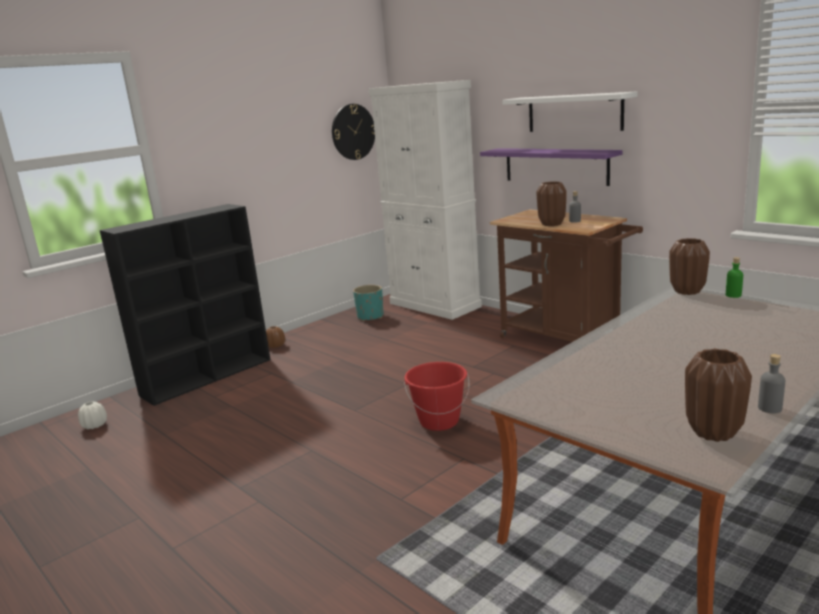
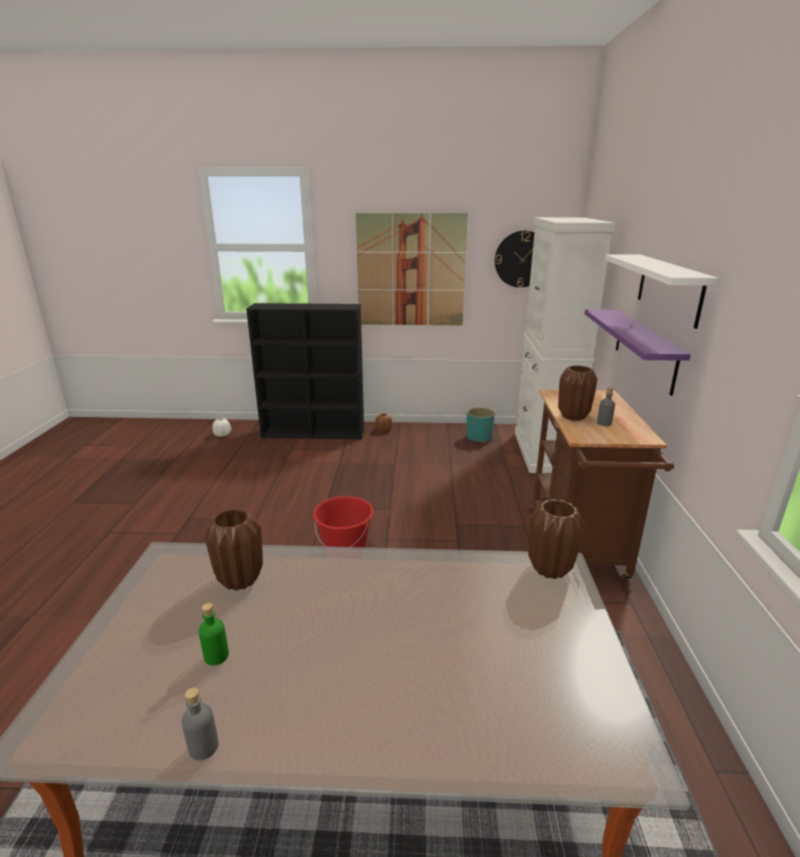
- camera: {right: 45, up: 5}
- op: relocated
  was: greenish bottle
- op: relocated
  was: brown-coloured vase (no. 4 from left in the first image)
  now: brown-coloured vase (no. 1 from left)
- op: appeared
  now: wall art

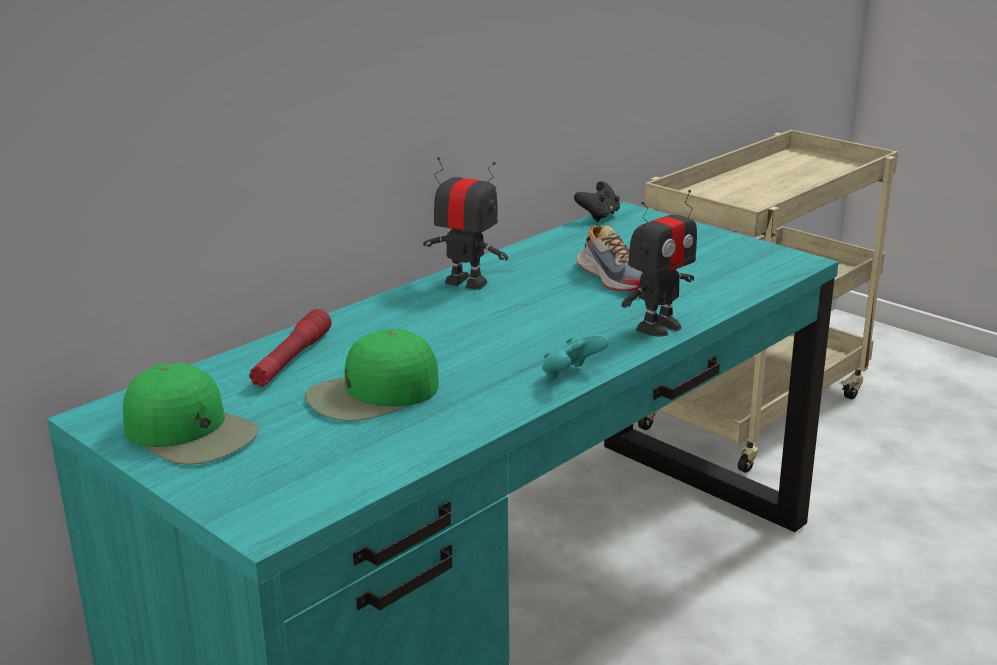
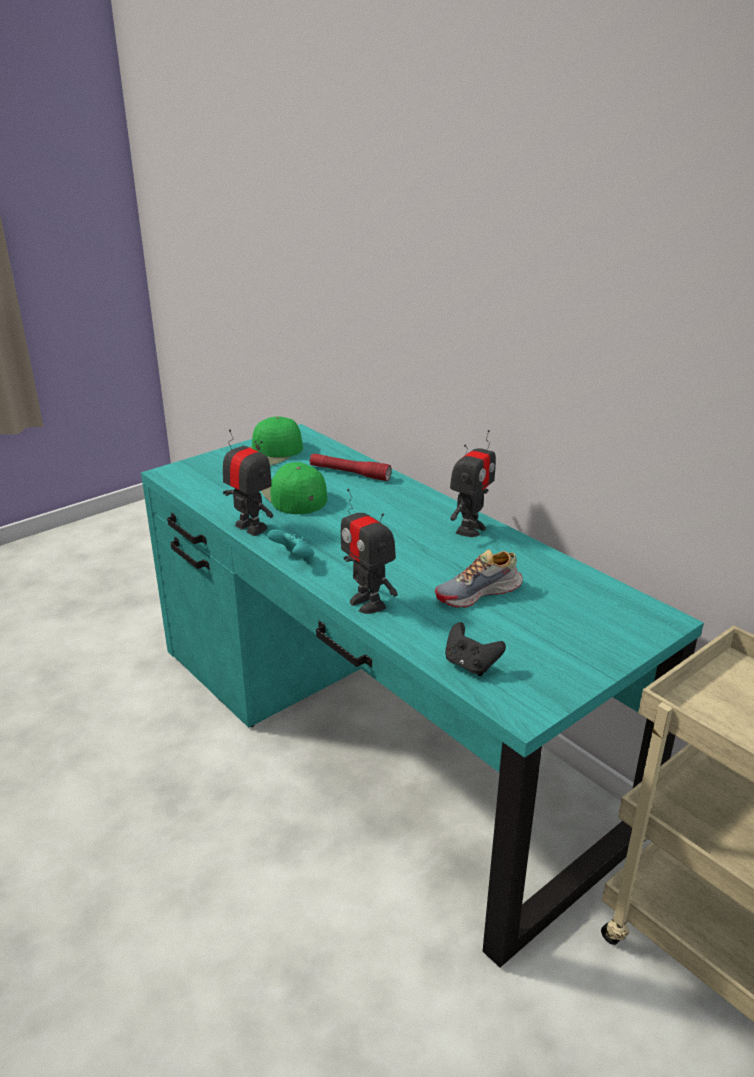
- camera: {right: 95, up: 5}
- op: relocated
  was: black-coloured game controller
- op: appeared
  now: toy robot (no. 1 from left)

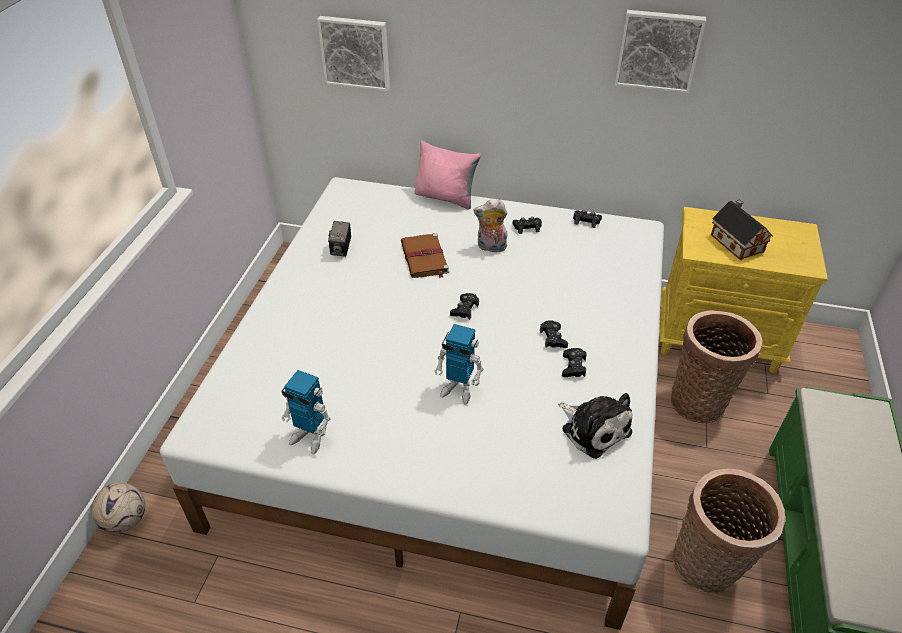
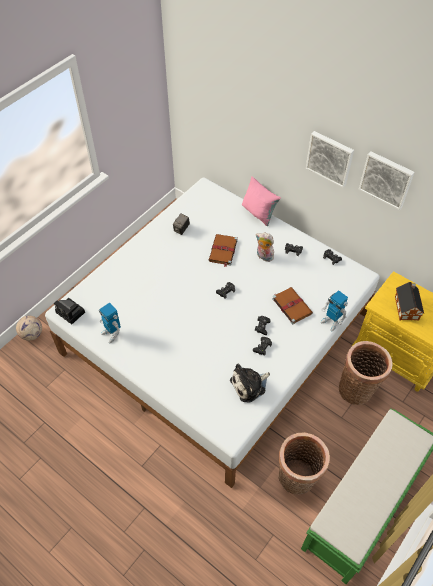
- camera: {right: 25, up: 10}
- op: relocated
  was: wall art (no. 1 from left)
- op: relocated
  was: toy robot (no. 2 from left)
- op: spun
  was: plush toy (no. 2 from left in the first image)
  clockwise: 75
- op: appeared
  now: brown-coloured book (no. 2 from left)
- op: appeared
  now: still camera (no. 1 from left)

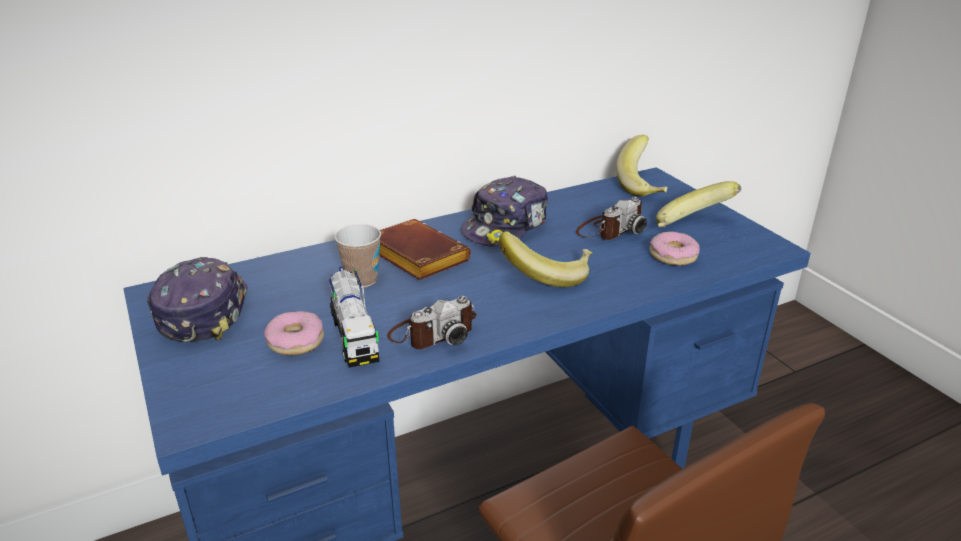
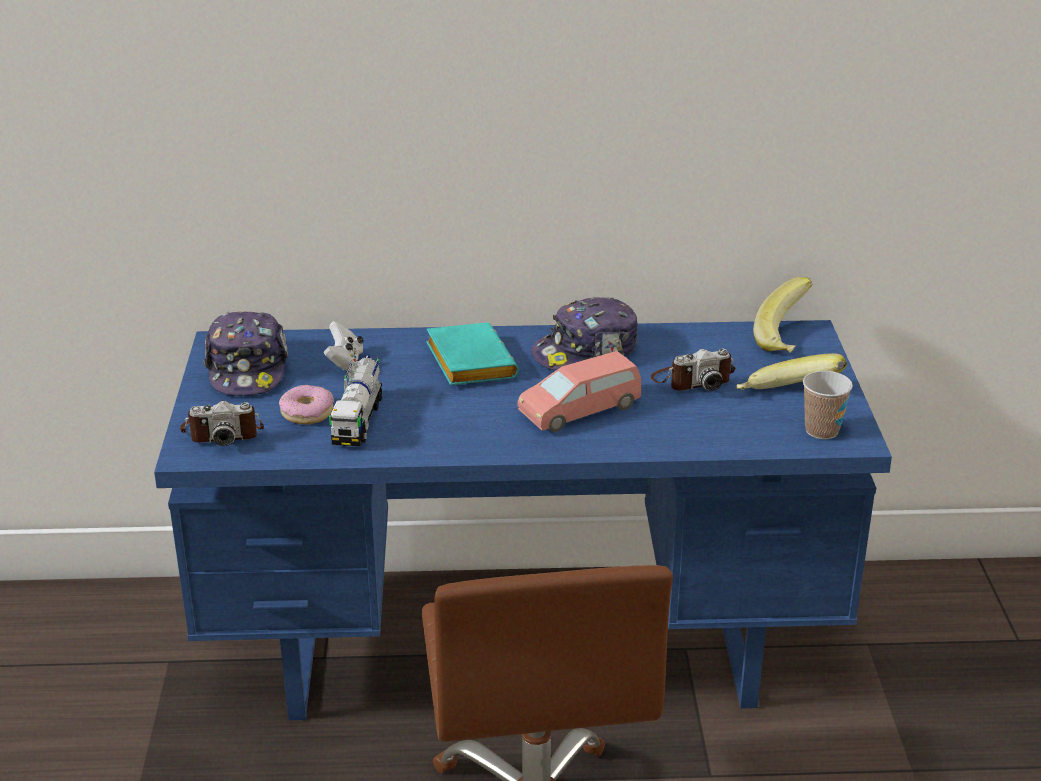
- camera: {right: 25, up: 0}
- op: colour
  was: brown-coloured book
  now: blue-green book
- op: relocated
  was: small cup
- op: exchanged
  was: banana (no. 1 from left)
  now: pink miniature car
- op: missing
  was: ring doughnut (no. 2 from left)
- op: spun
  was: cap (no. 1 from left)
  clockwise: 150
- op: relocated
  was: still camera (no. 1 from left)
- op: appeared
  now: whitish game controller

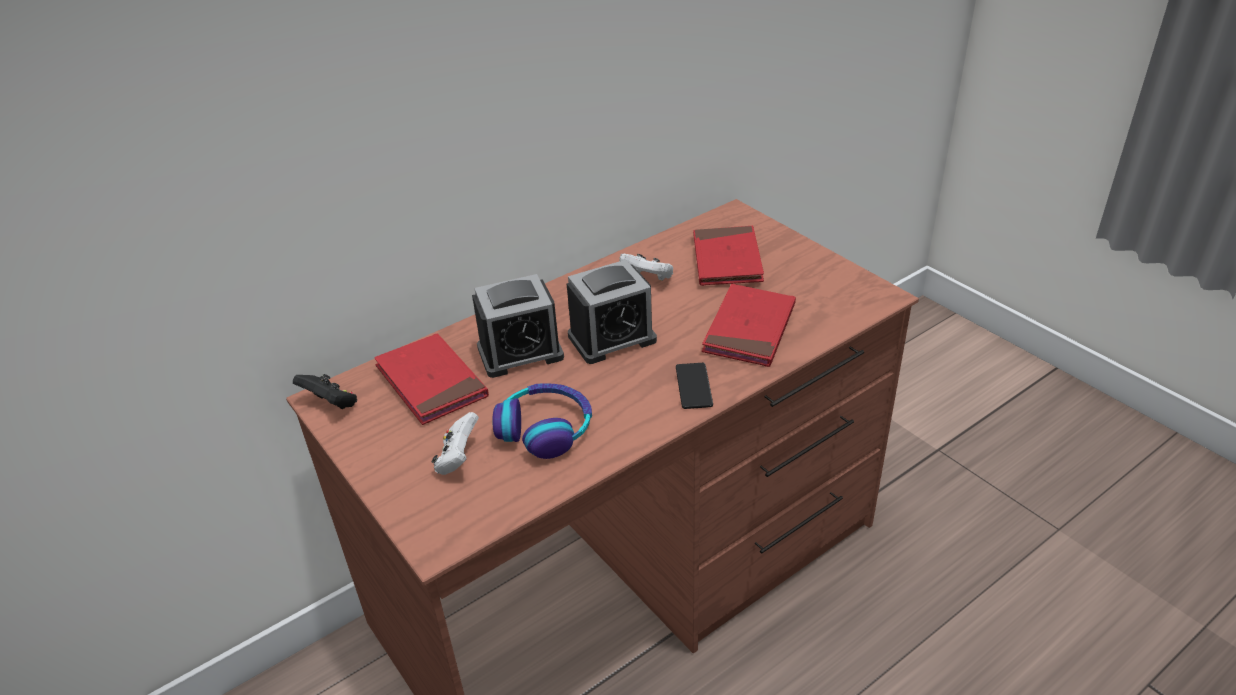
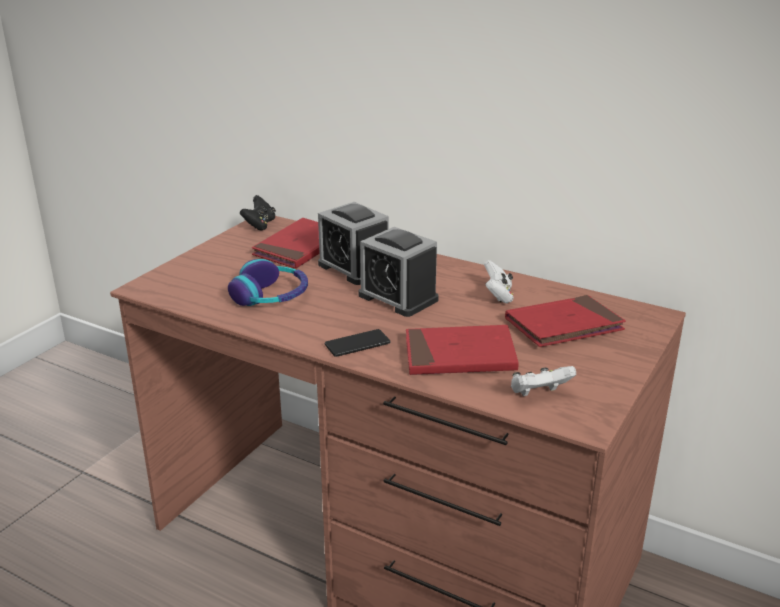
- camera: {right: 65, up: -10}
- op: relocated
  was: whitish game controller (no. 1 from left in the first image)
  now: whitish game controller (no. 2 from left)

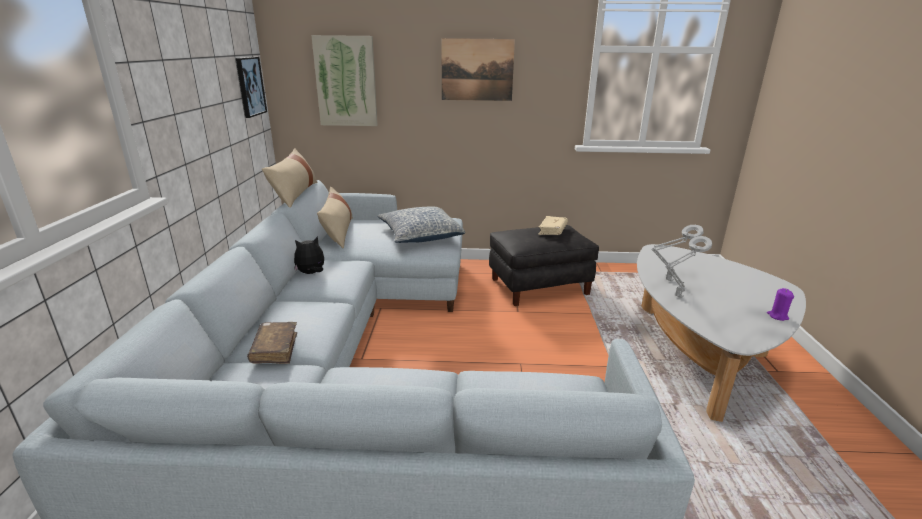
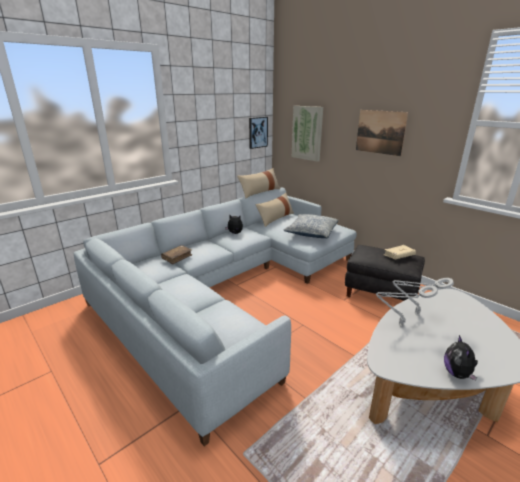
- camera: {right: 45, up: 0}
- op: exchanged
  was: purple wax light
  now: plush toy (no. 2 from left)

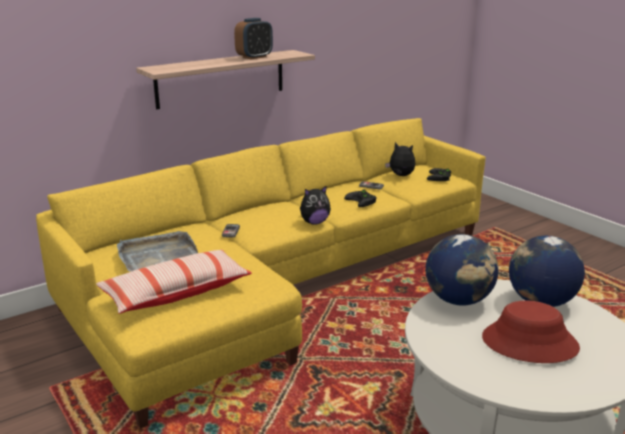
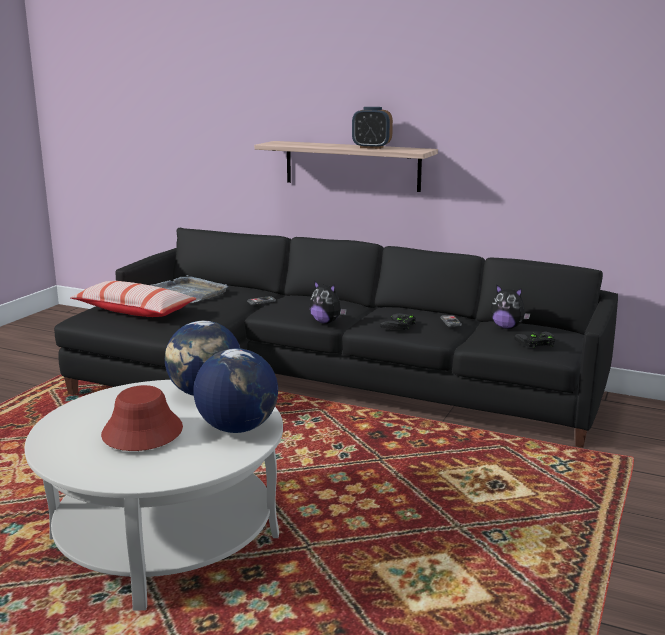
- camera: {right: 60, up: -5}
- op: colour
  was: yellowish couch
  now: black-coloured couch
- op: spun
  was: plush toy (no. 2 from left)
  clockwise: 120

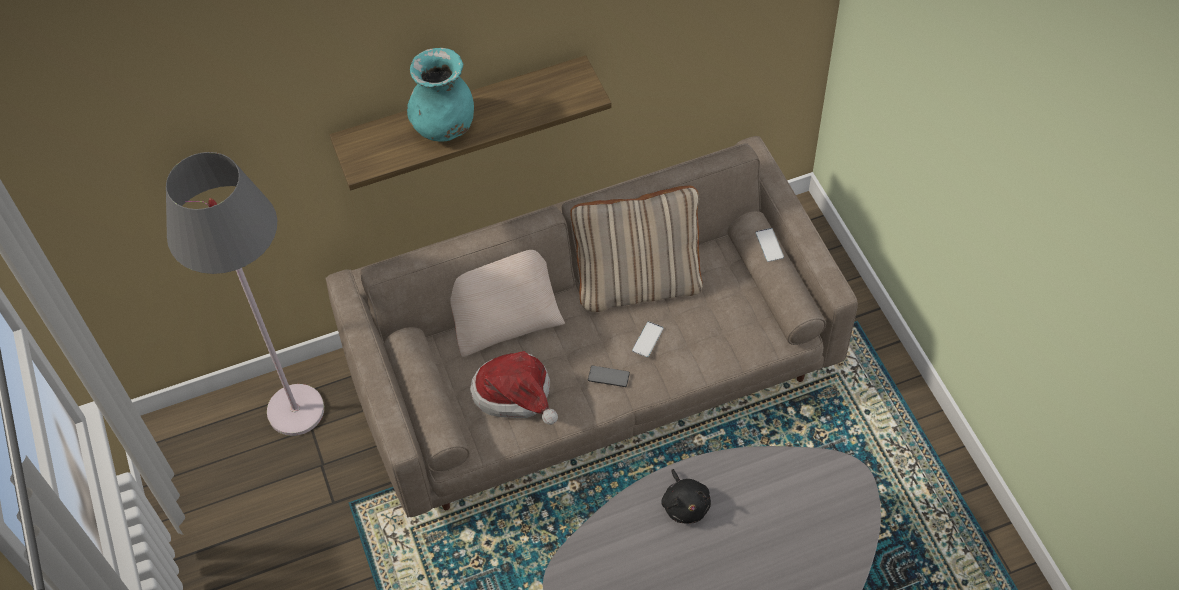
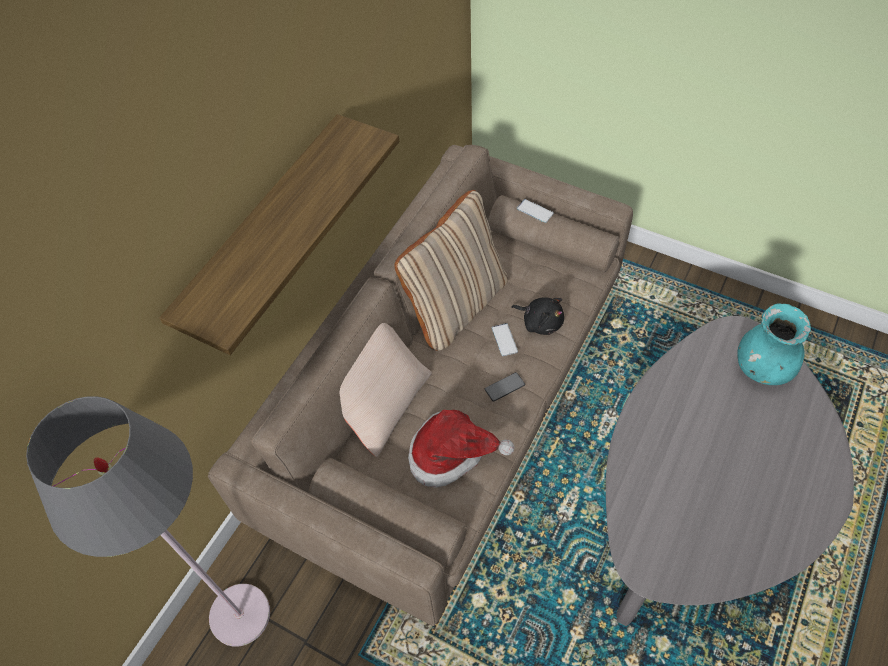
- camera: {right: -40, up: 0}
- op: relocated
  was: blue-green vase
- op: relocated
  was: black-coloured plush toy

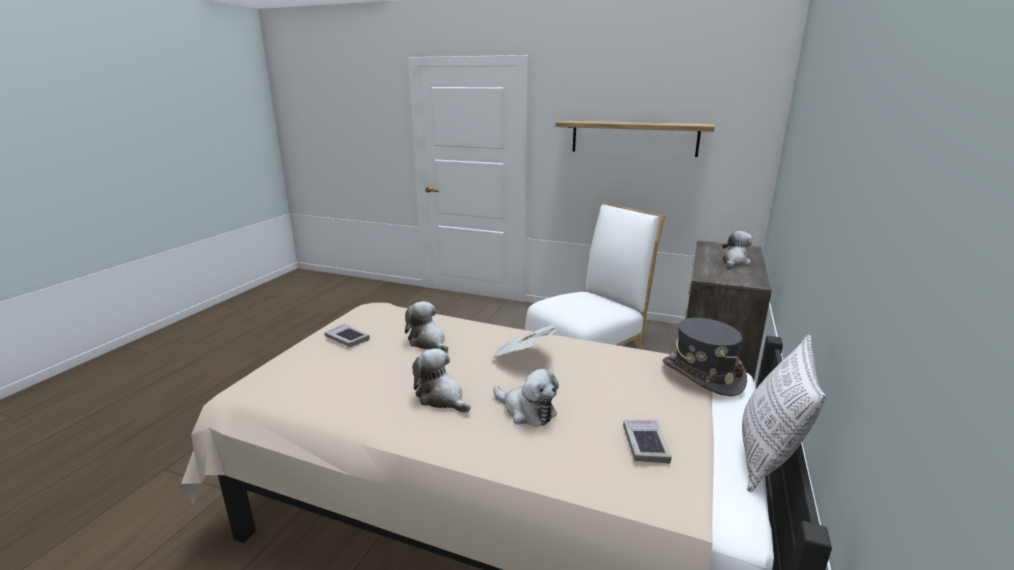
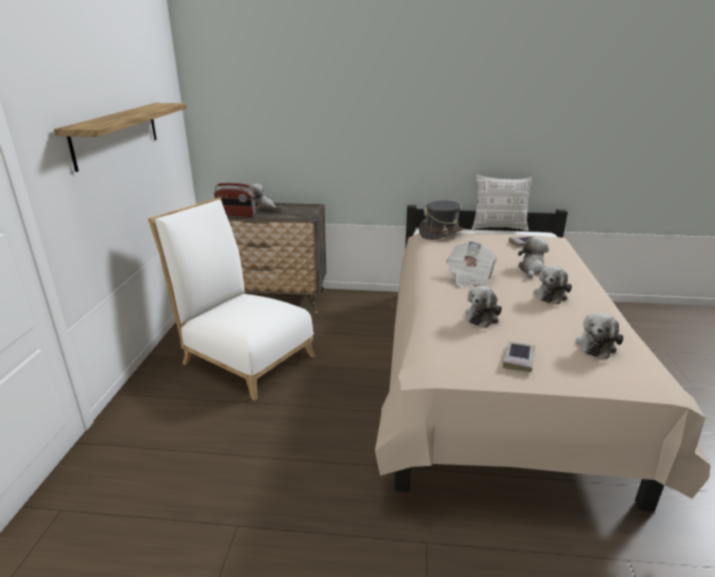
- camera: {right: -105, up: 5}
- op: appeared
  now: radio receiver
- op: appeared
  now: plush toy (no. 5 from left)

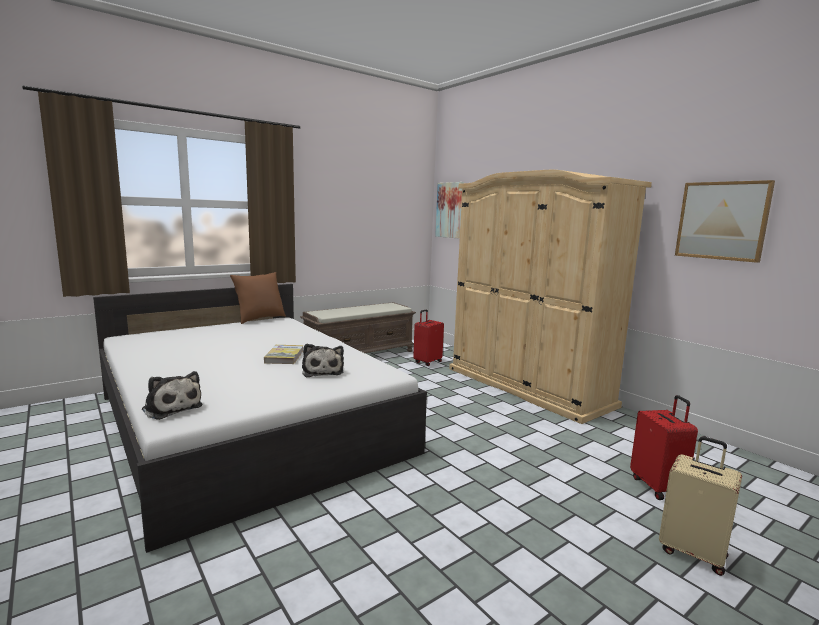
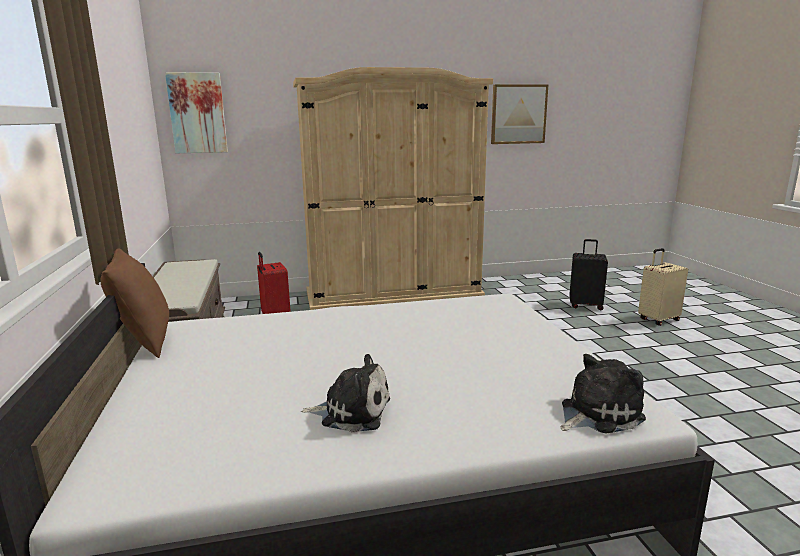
- camera: {right: -65, up: 5}
- op: relocated
  was: plush toy (no. 2 from left in the first image)
  now: plush toy (no. 1 from left)
- op: missing
  was: book
- op: colour
  was: red travel case (no. 2 from left)
  now: black-coloured travel case

